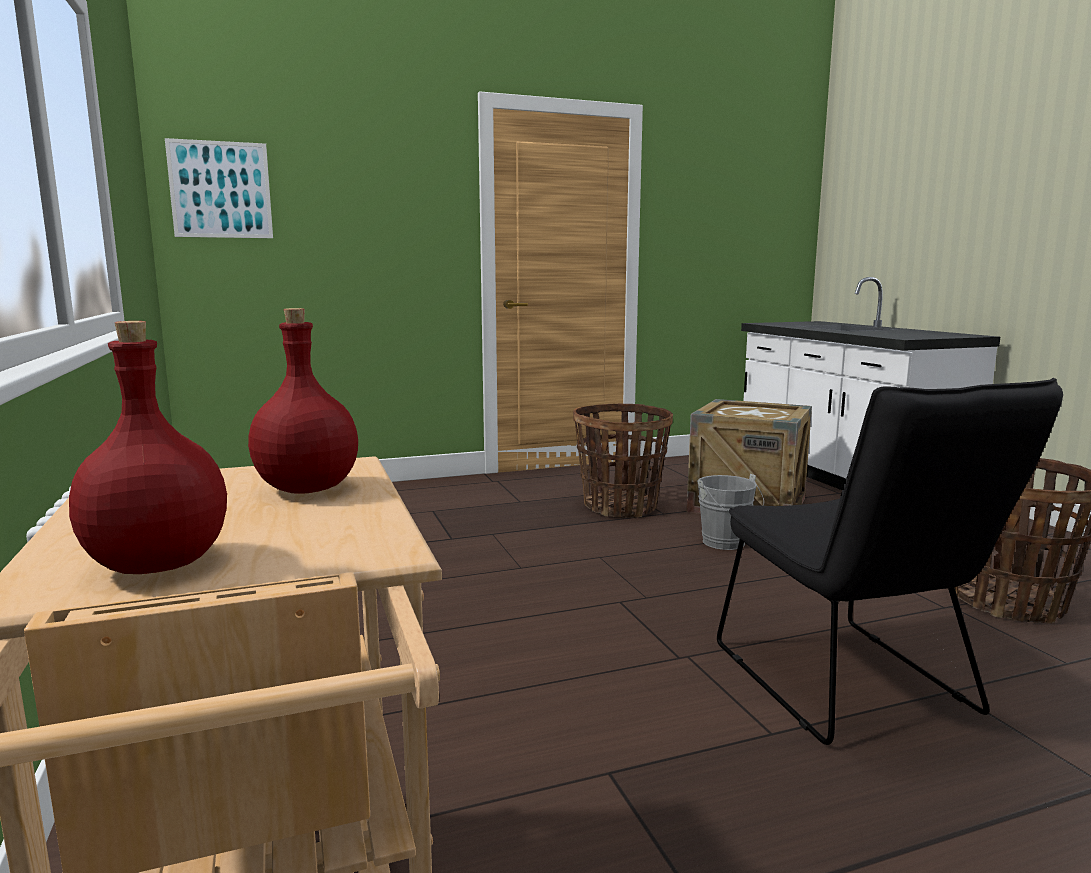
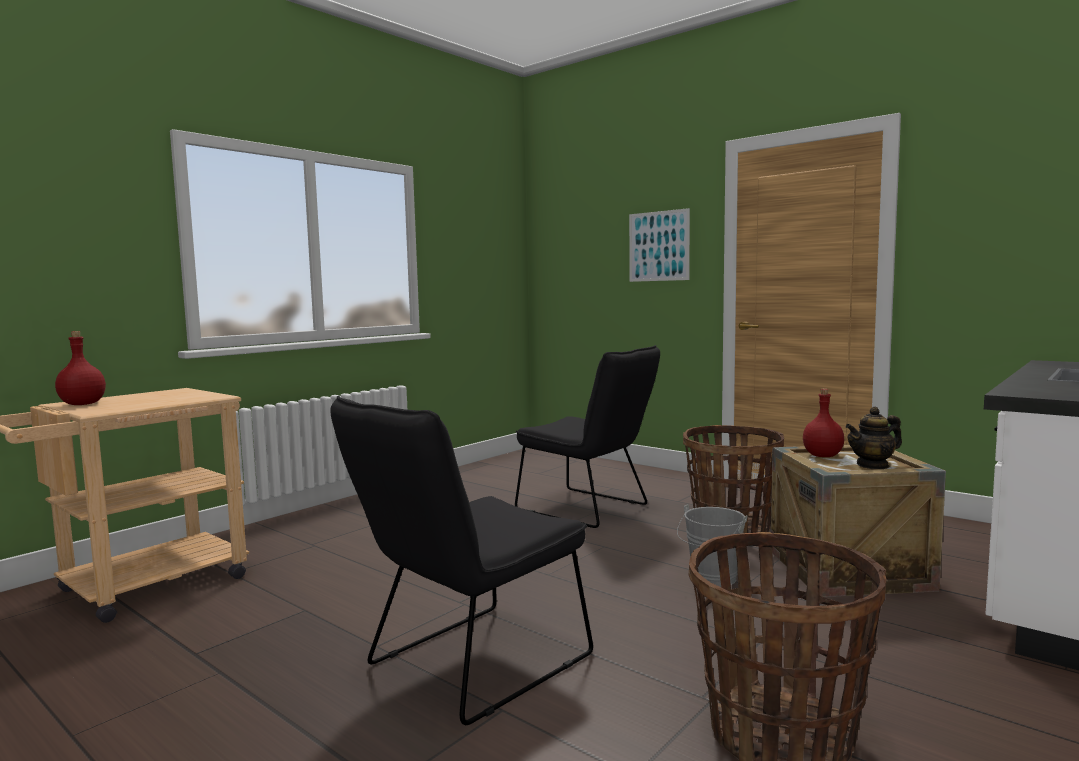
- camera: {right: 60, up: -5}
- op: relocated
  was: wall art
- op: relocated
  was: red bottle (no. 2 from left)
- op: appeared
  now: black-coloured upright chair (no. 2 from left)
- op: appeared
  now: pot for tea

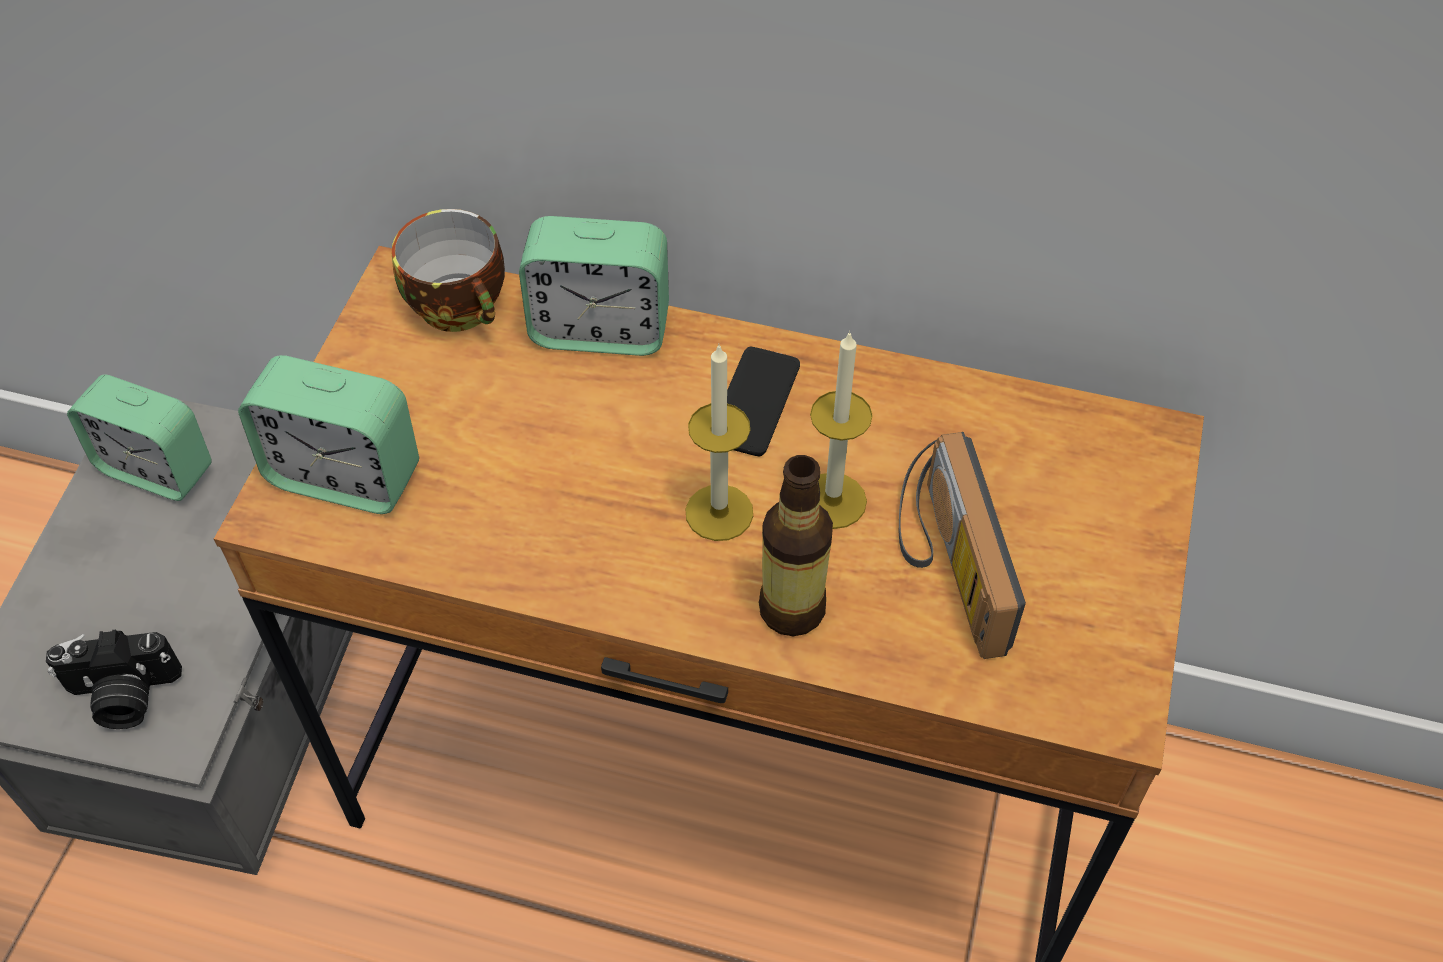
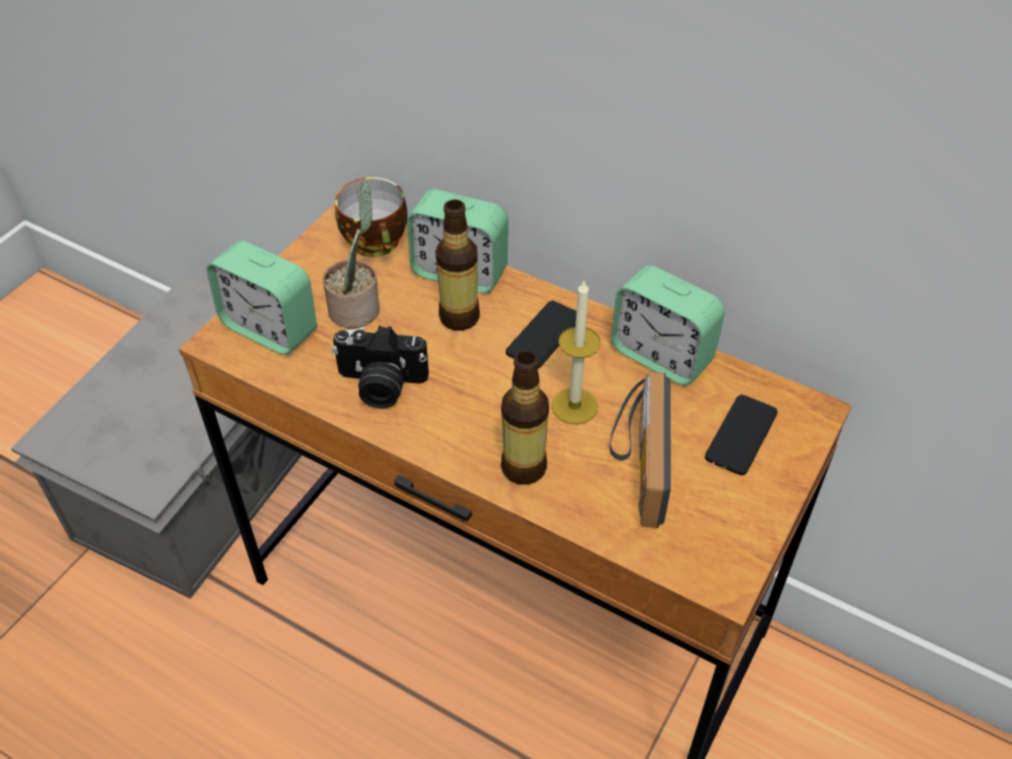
- camera: {right: 15, up: -5}
- op: missing
  was: wax light (no. 1 from left)
- op: relocated
  was: bedside clock (no. 1 from left in the first image)
  now: bedside clock (no. 3 from left)
- op: relocated
  was: still camera
- op: appeared
  now: potted plant
- op: appeared
  now: bottle (no. 1 from left)
- op: appeared
  now: telephone (no. 2 from left)

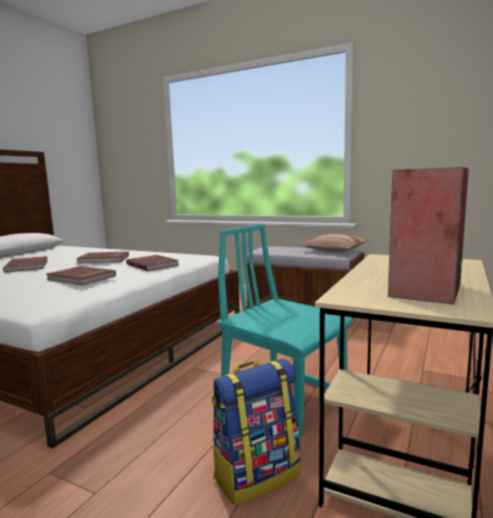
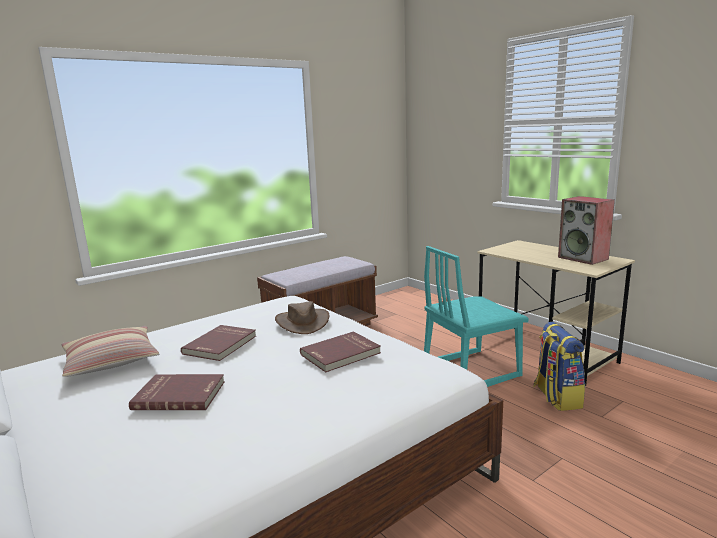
- camera: {right: -65, up: 5}
- op: relocated
  was: pillow
- op: exchanged
  was: red book (no. 4 from left)
  now: brown-coloured clothing hat

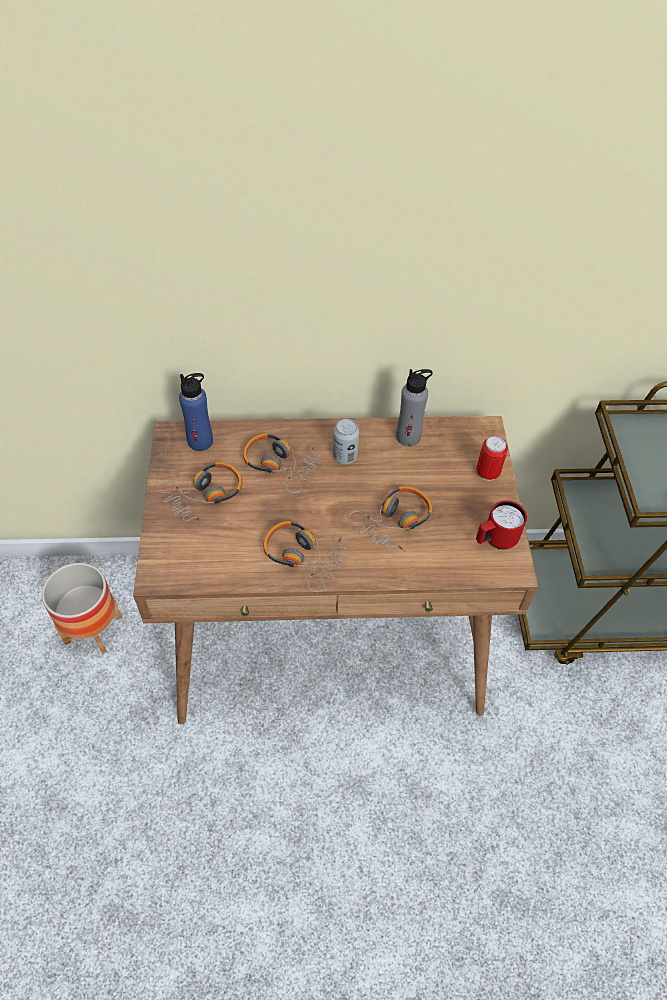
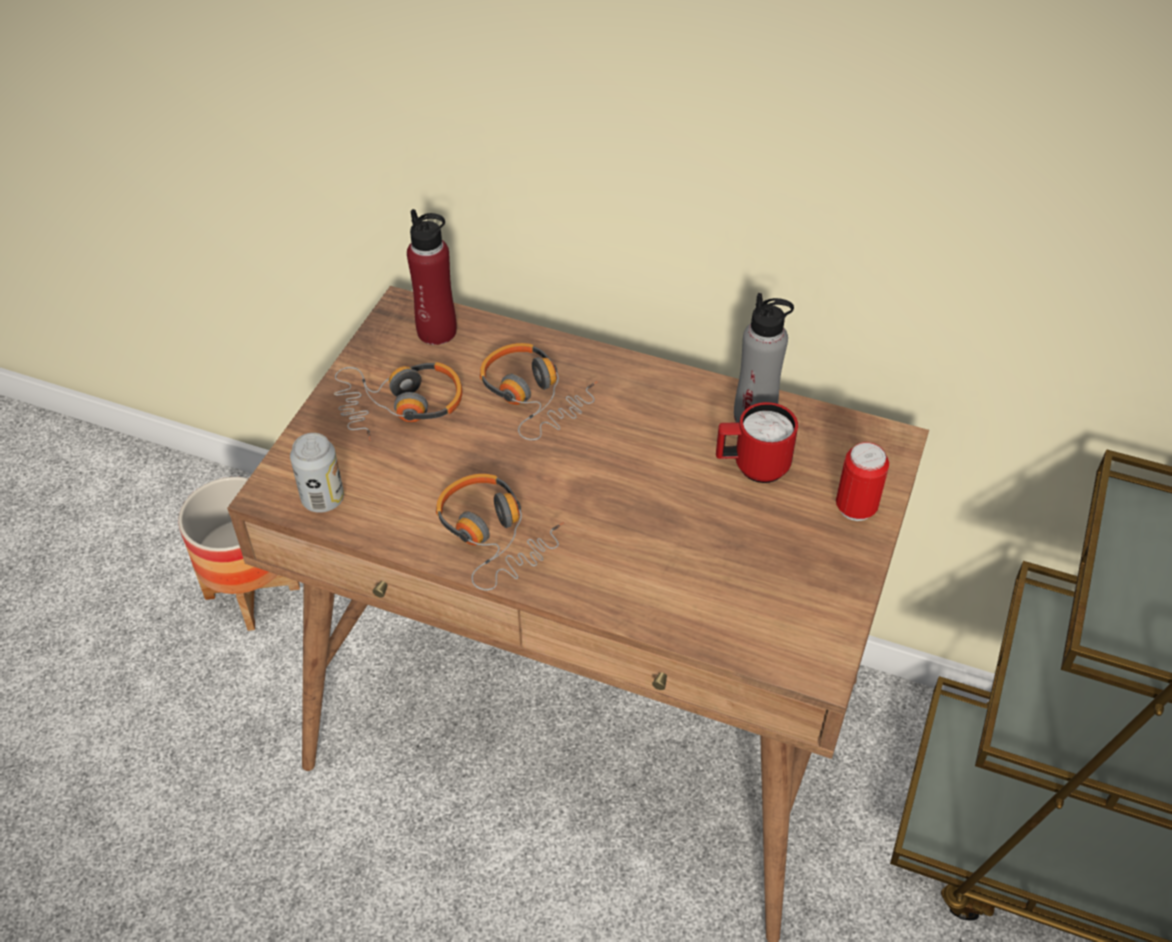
- camera: {right: 25, up: -5}
- op: colour
  was: bluish bottle
  now: red bottle
- op: relocated
  was: can (no. 1 from left)
- op: missing
  was: headset (no. 4 from left)
- op: relocated
  was: red mug

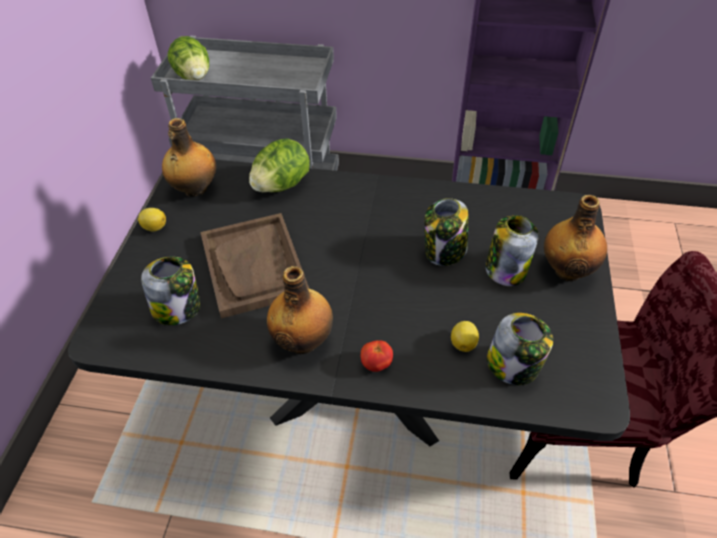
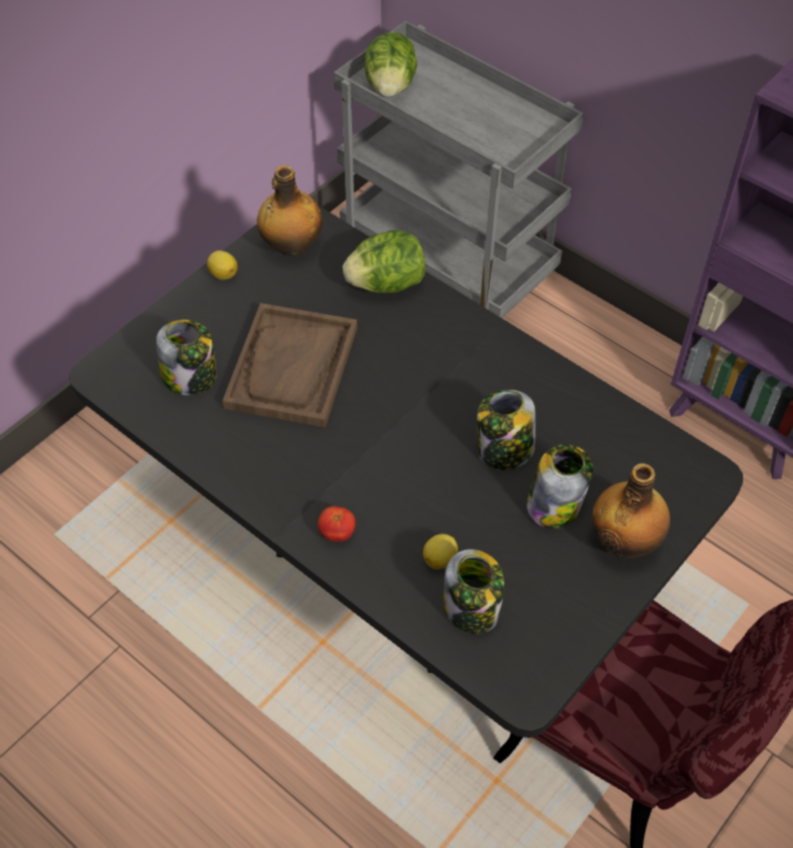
- camera: {right: 30, up: 5}
- op: missing
  was: bottle (no. 2 from left)

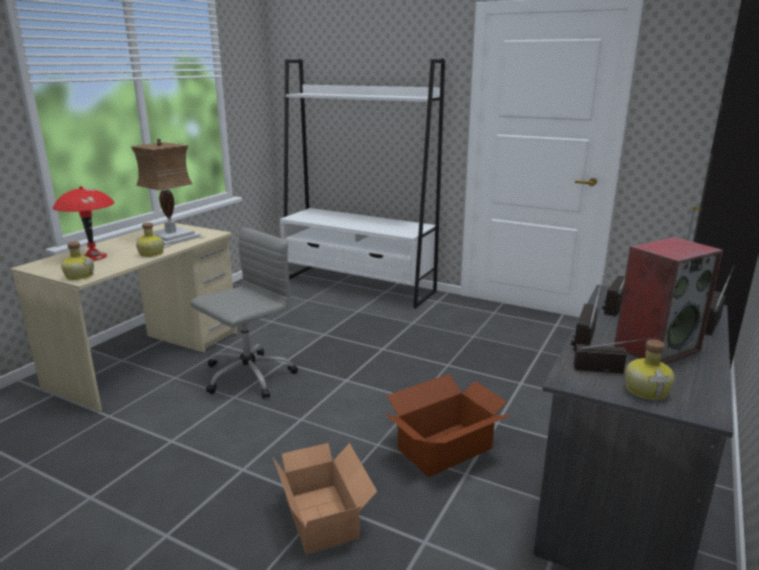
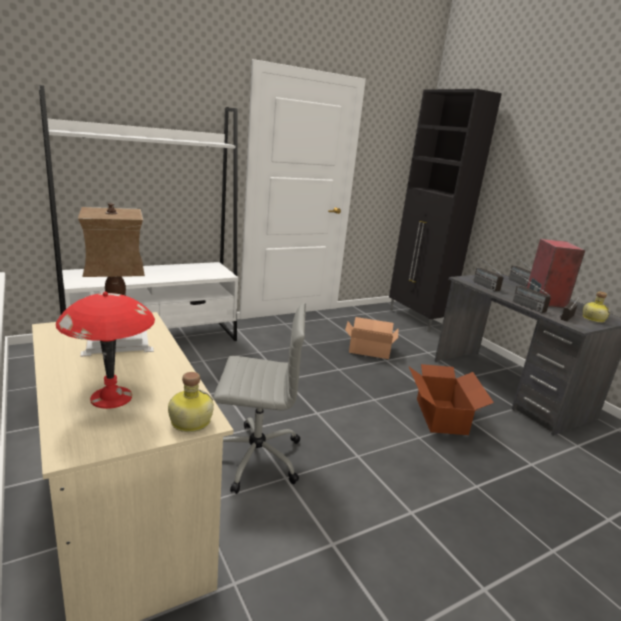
- camera: {right: -60, up: 0}
- op: missing
  was: bottle (no. 2 from left)
- op: spun
  was: gray desk chair
  clockwise: 105
- op: relocated
  was: cardboard box (no. 1 from left)

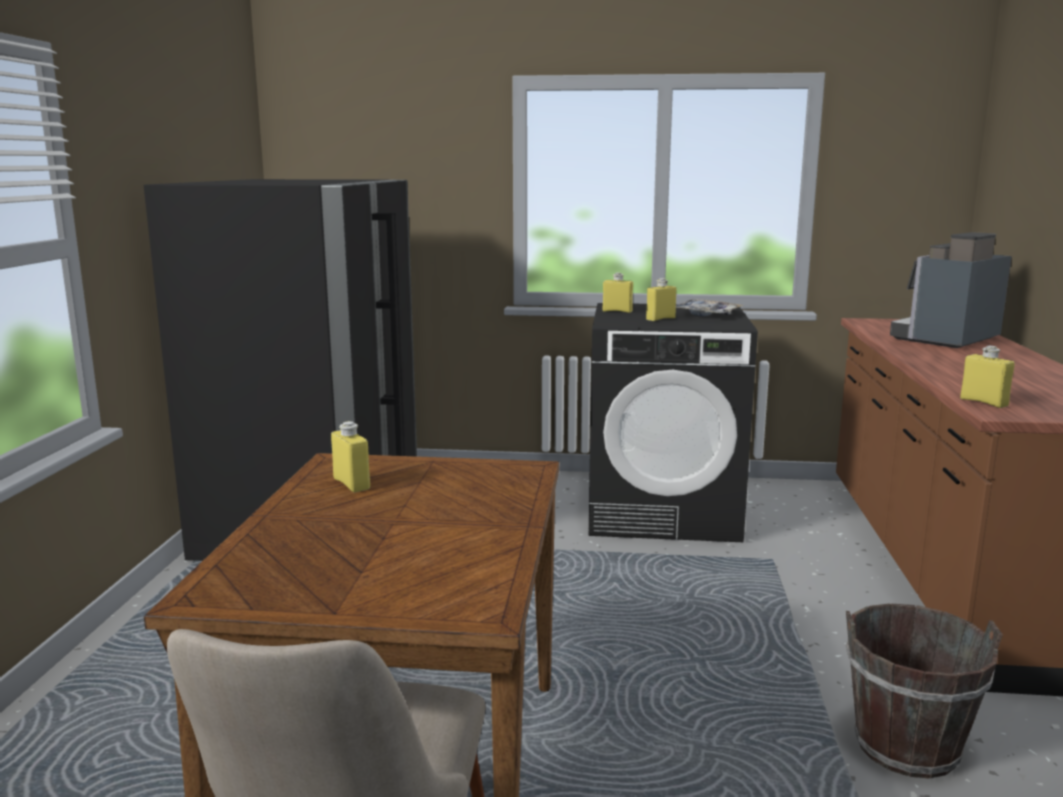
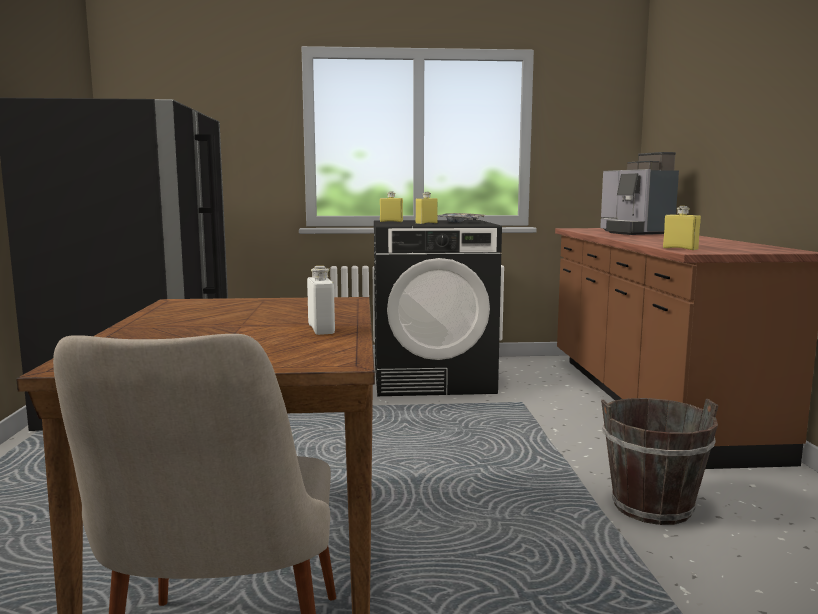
- camera: {right: -10, up: -5}
- op: spun
  was: coffee brewer
  clockwise: -60
- op: missing
  was: yellowish bottle (no. 1 from left)
- op: appeared
  now: whitish bottle

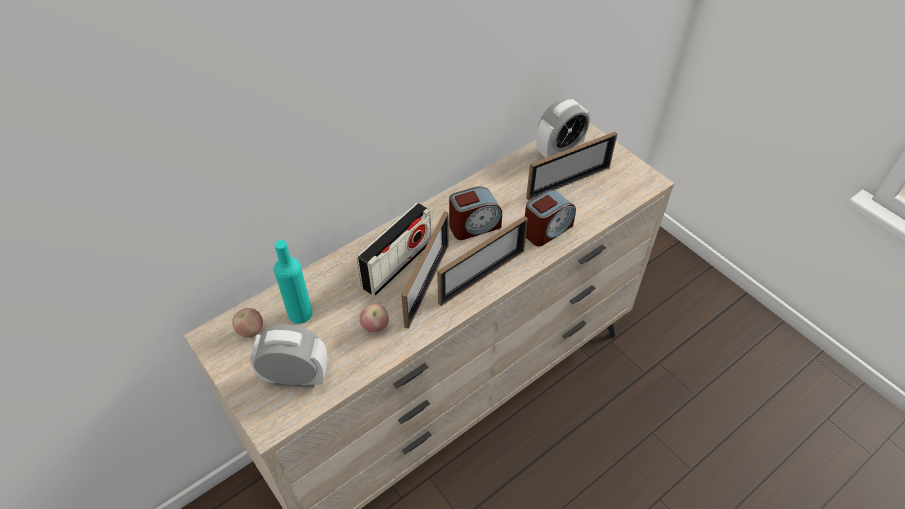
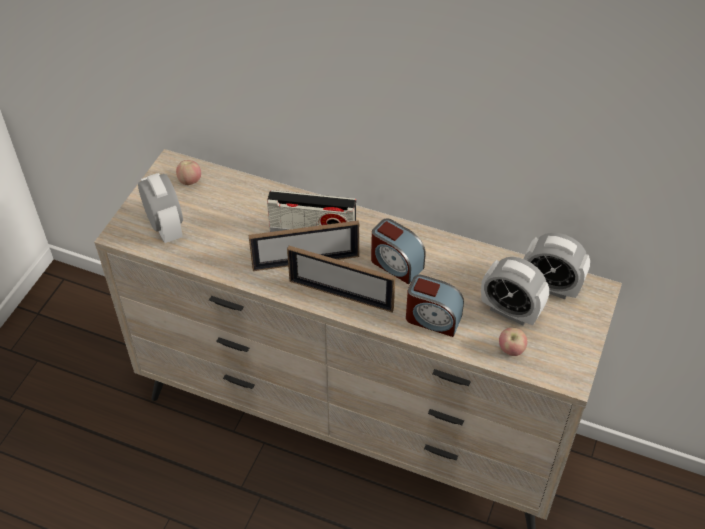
- camera: {right: 60, up: 0}
- op: exchanged
  was: picture frame (no. 3 from left)
  now: bedside clock (no. 4 from left)
- op: missing
  was: blue-green bottle
- op: relocated
  was: apple fruit (no. 2 from left)

